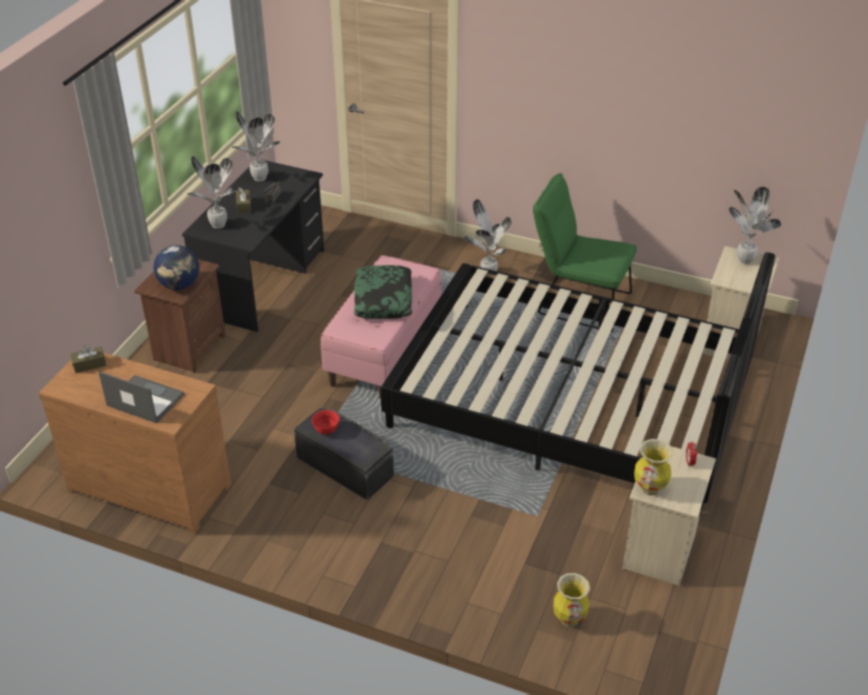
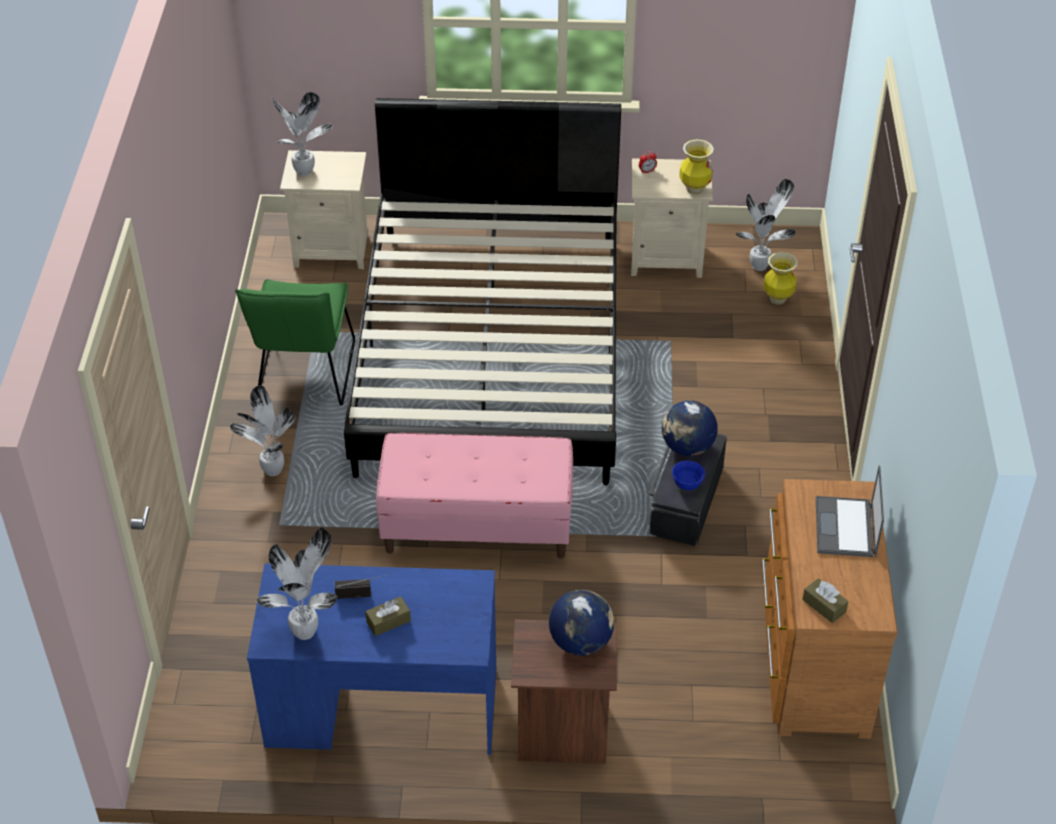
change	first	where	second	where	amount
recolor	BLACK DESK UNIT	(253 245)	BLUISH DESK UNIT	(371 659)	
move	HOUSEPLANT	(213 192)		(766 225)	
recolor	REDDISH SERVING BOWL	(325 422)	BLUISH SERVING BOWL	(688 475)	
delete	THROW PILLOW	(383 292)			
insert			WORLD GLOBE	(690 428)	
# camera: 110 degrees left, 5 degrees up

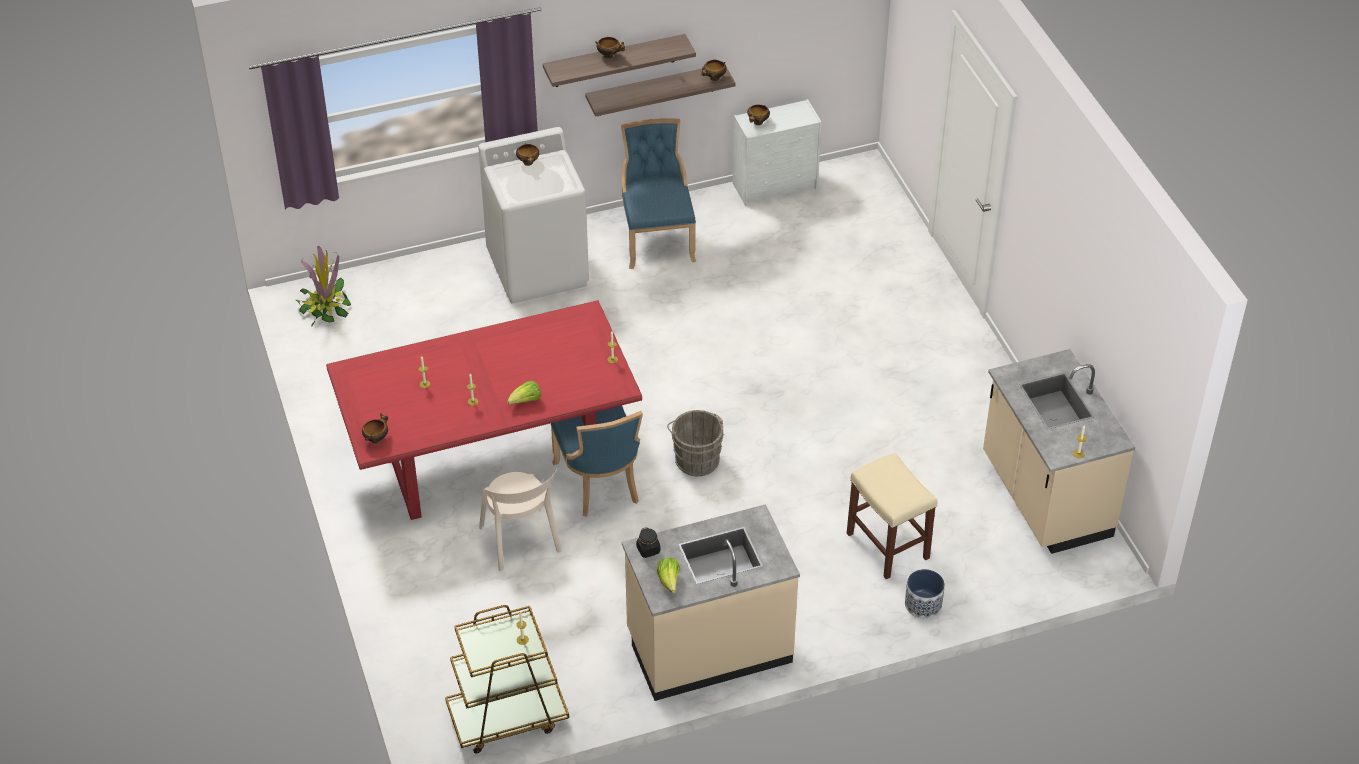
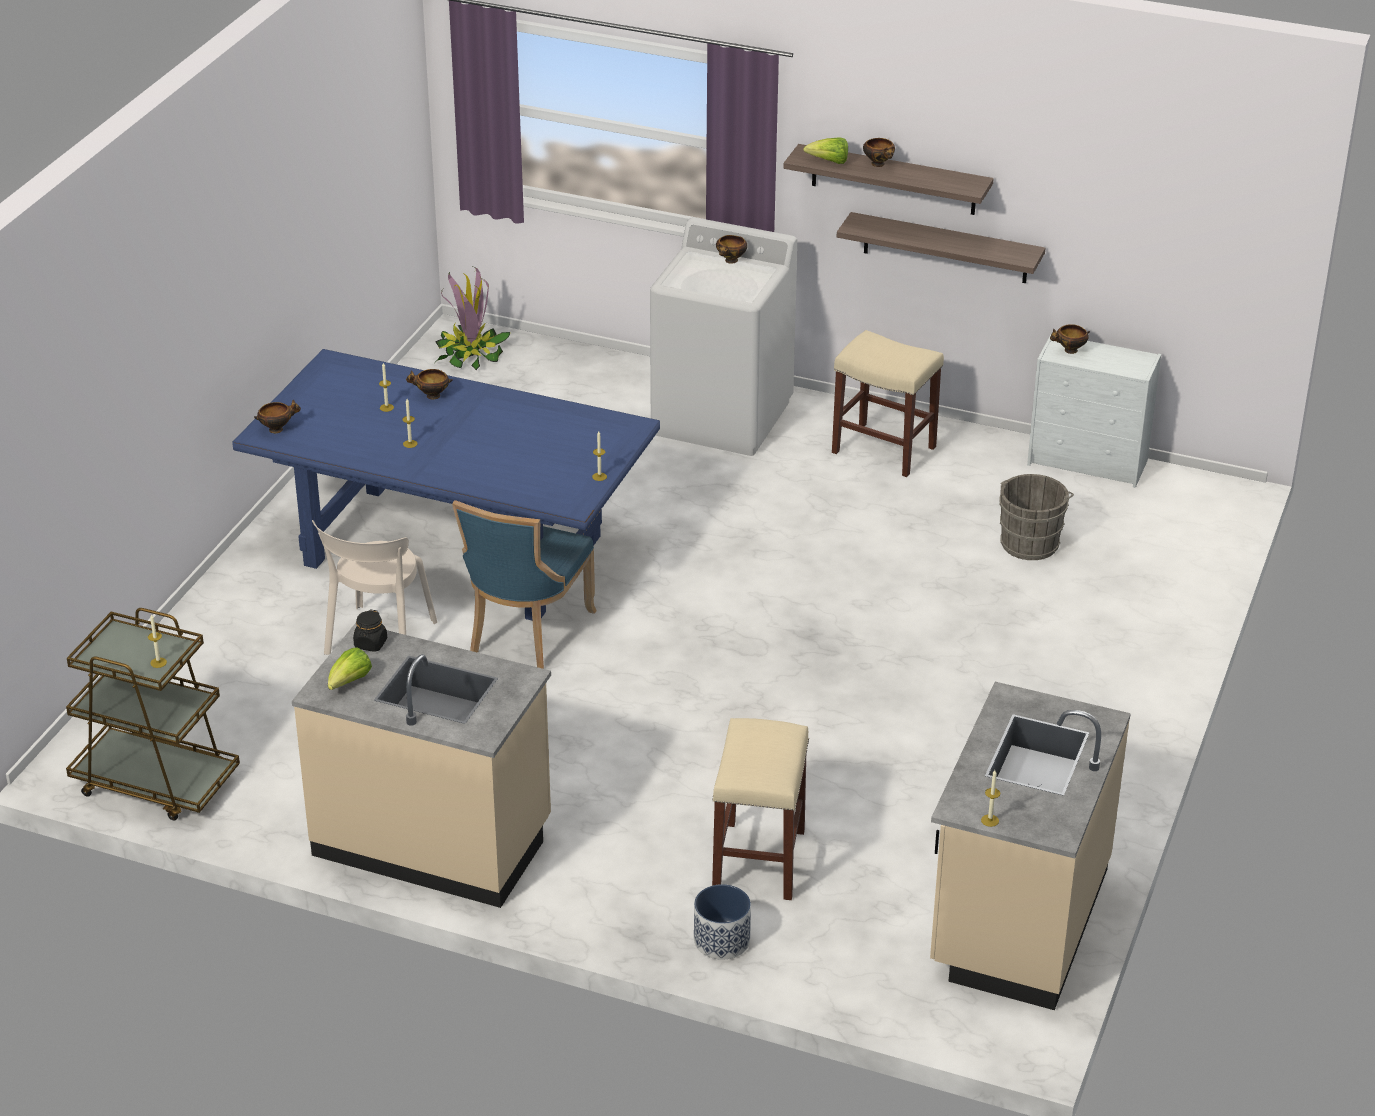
change	first	where	second	where	amount
recolor	REDDISH DINNER TABLE	(484 410)	BLUISH DINNER TABLE	(446 485)	
move	HEAD OF LETTUCE	(524 393)		(825 150)	
replace	BLUISH UPRIGHT CHAIR	(658 194)	BEIGE STOOL SEAT	(888 403)	
move	GREYISH WATER BUCKET	(695 443)		(1036 517)	
move	SERVING BOWL	(714 70)		(429 384)	
# camera: 40 degrees right, 10 degrees down

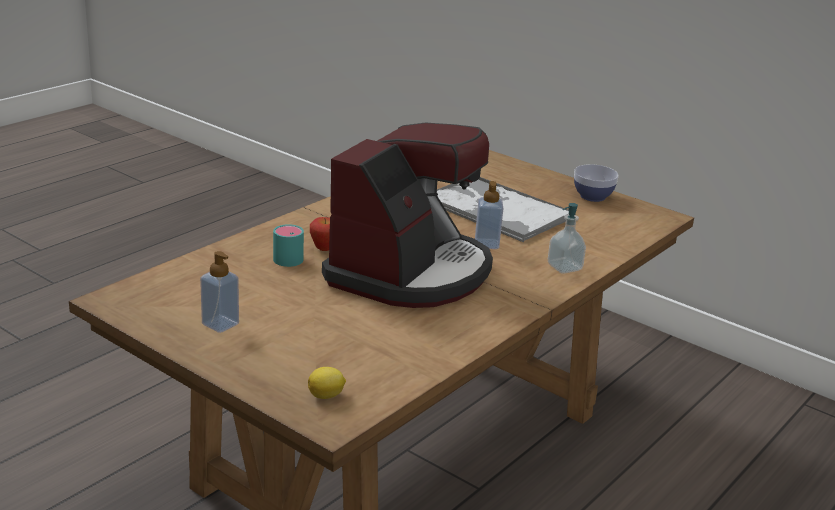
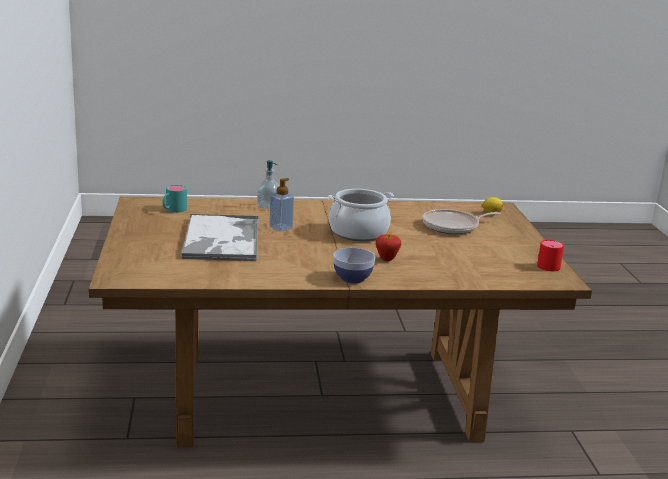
change	first	where	second	where	amount
delete	LIQUID SOAP BOTTLE	(219 292)			
move	TURQUOISE COFFEE MUG	(288 245)		(174 199)	
replace	COFFEE MACHINE	(407 215)	SAUCEPOT	(361 215)	
move	SERVING BOWL	(596 183)		(354 266)	
insert			FRYING PAN	(461 221)	
insert			REDDISH COFFEE MUG	(550 255)	
# camera: 135 degrees left, 5 degrees down

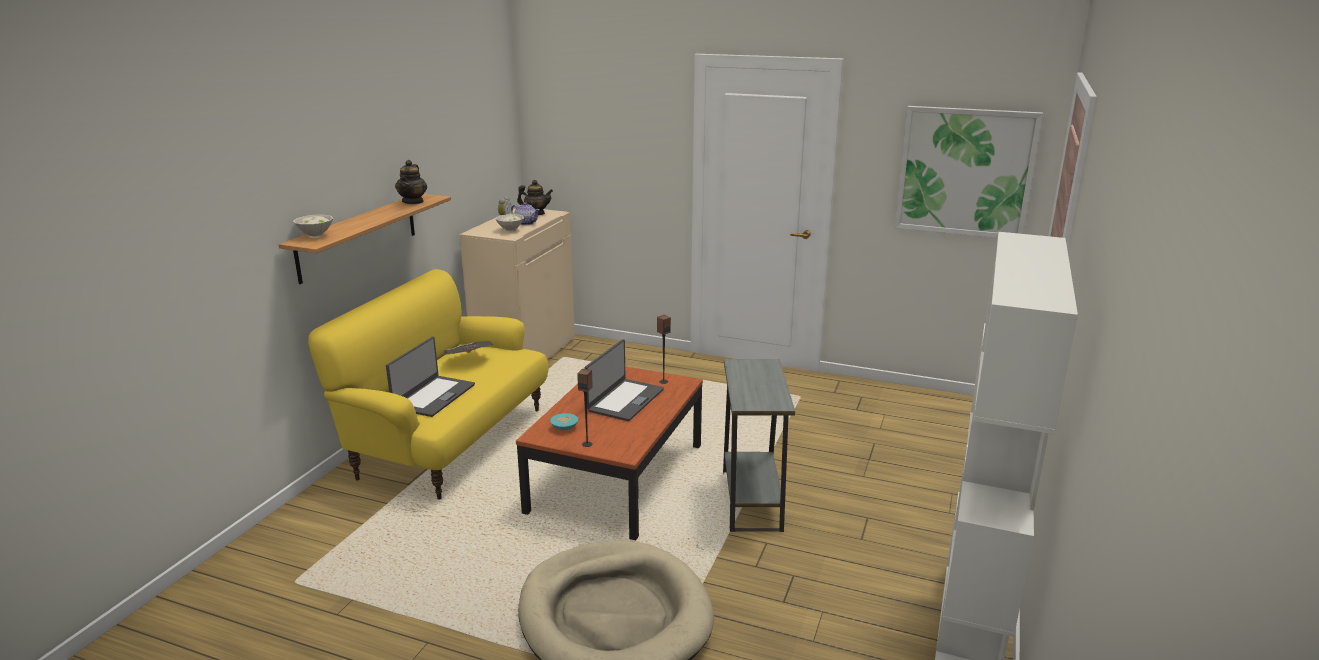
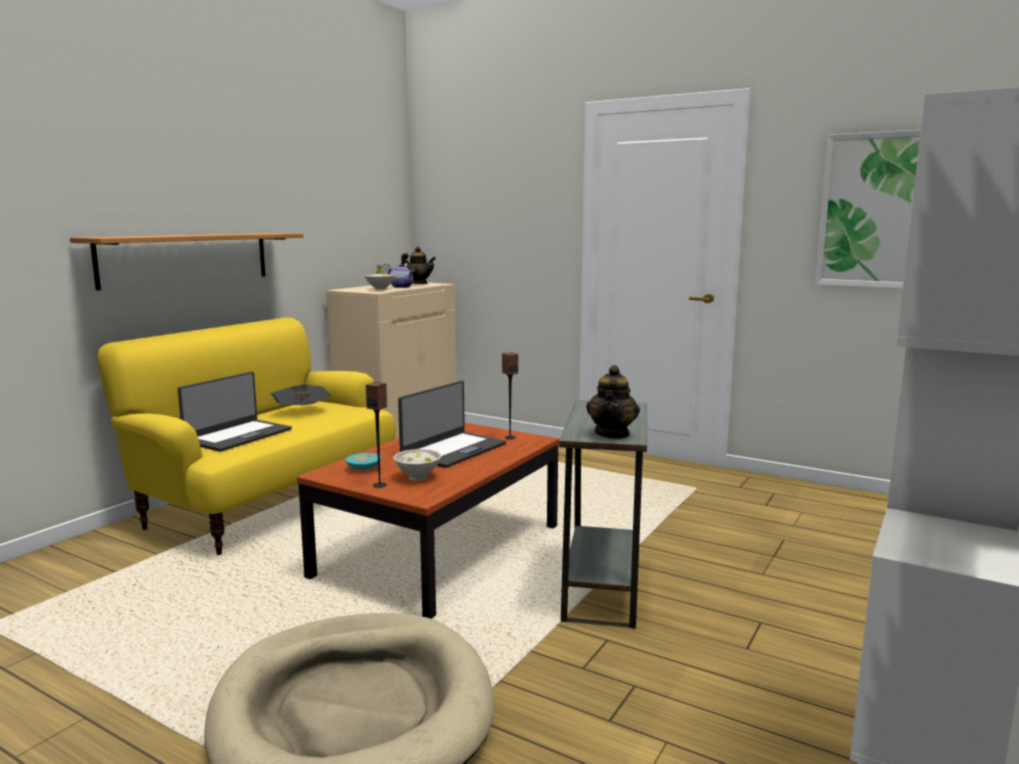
change	first	where	second	where	amount
move	WHITISH SERVING BOWL	(313 226)		(417 465)	
move	POT FOR TEA	(411 182)		(613 402)	
# camera: 10 degrees right, 10 degrees down

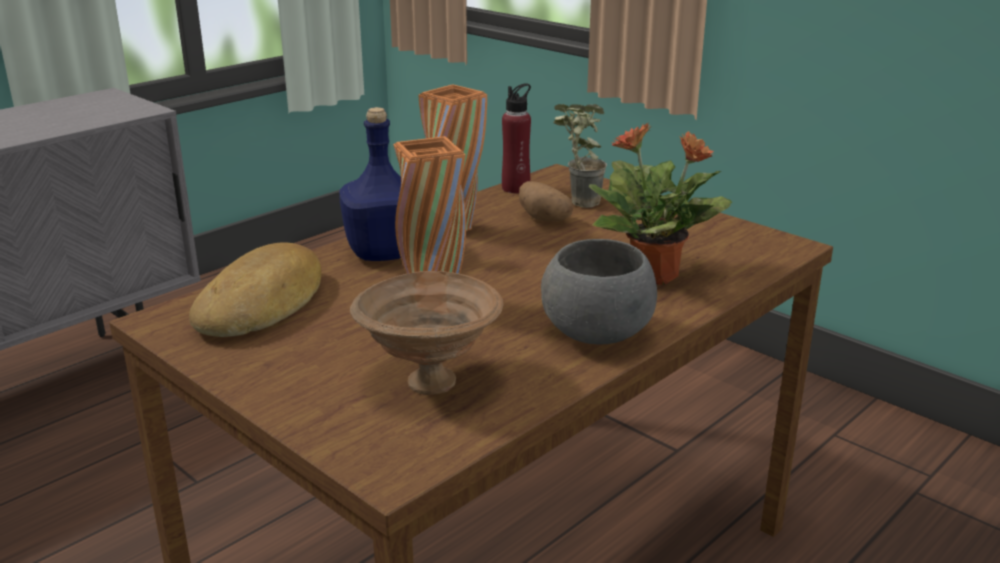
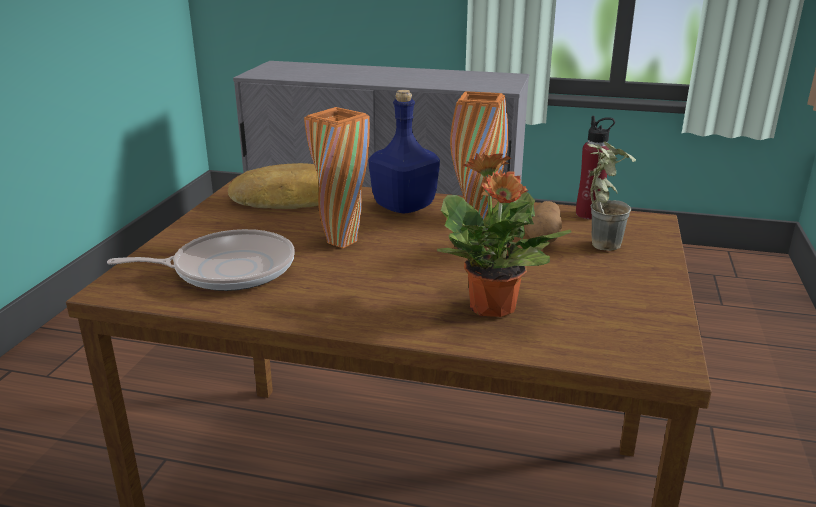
change	first	where	second	where	amount
replace	BROWN-COLOURED SERVING BOWL	(427 333)	FRYING PAN	(200 260)	
delete	GREYISH SERVING BOWL	(599 292)			
# camera: 60 degrees right, 0 degrees up

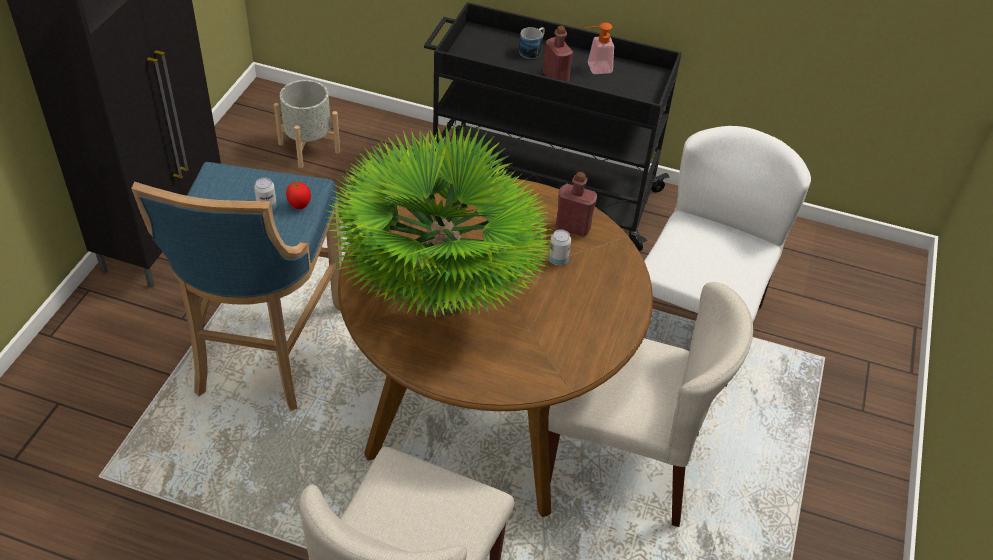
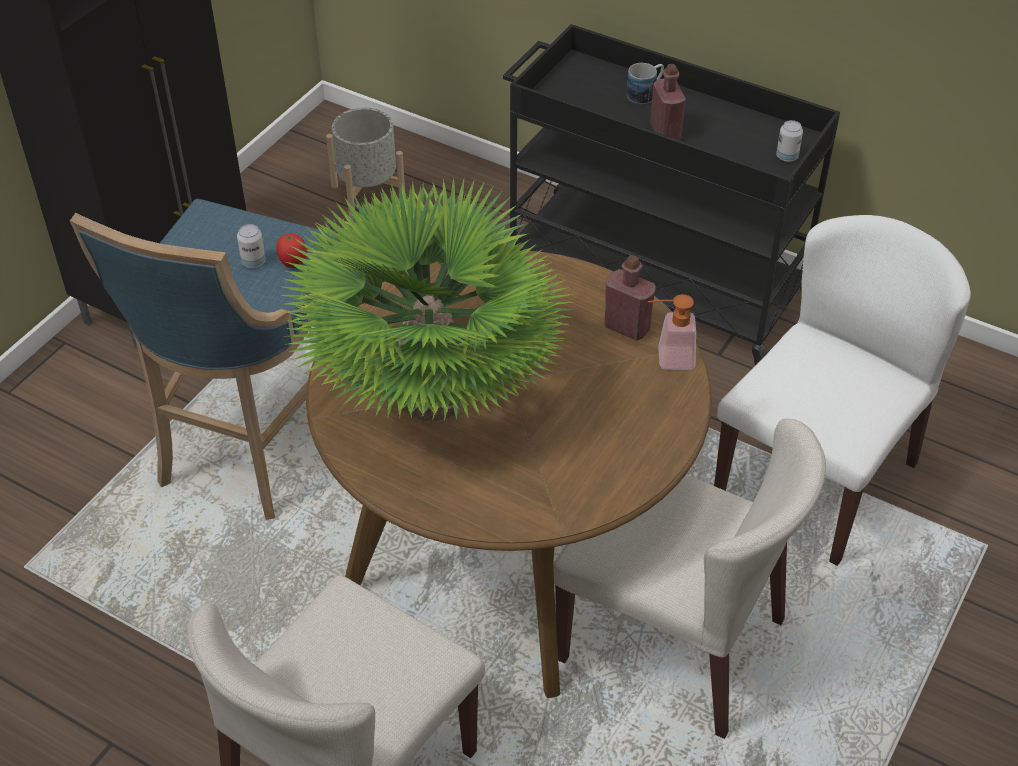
change	first	where	second	where	amount
move	METAL CAN	(559 247)		(789 141)	
move	LIQUID SOAP BOTTLE	(599 48)		(672 332)	
# camera: 15 degrees right, 0 degrees up

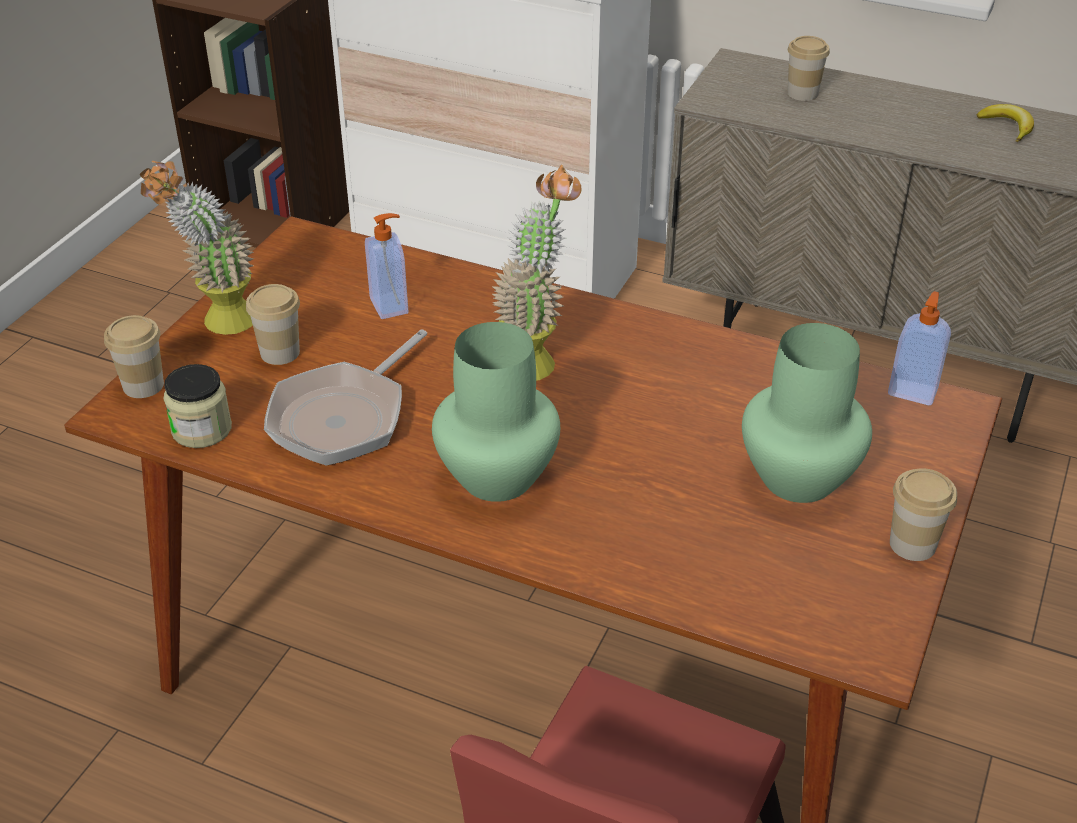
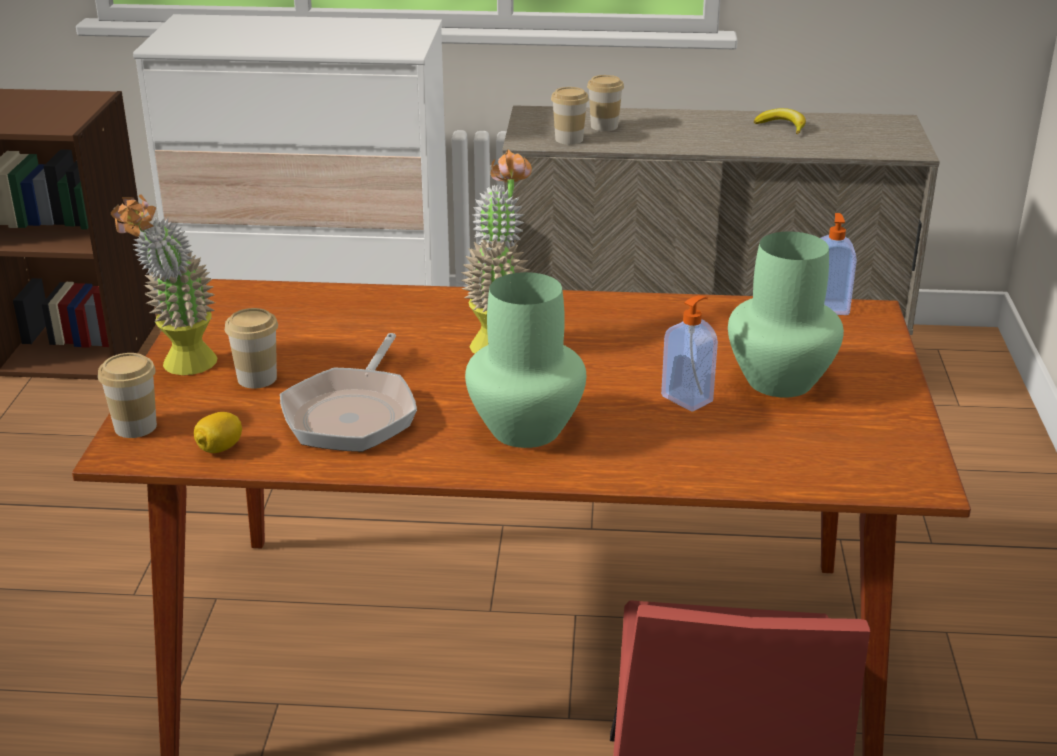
change	first	where	second	where	amount
replace	JAR	(197 406)	CITRUS FRUIT	(218 432)	
move	LIQUID SOAP BOTTLE	(387 266)		(689 353)	
move	CUP	(923 514)		(570 116)	
# camera: 20 degrees left, 10 degrees down

